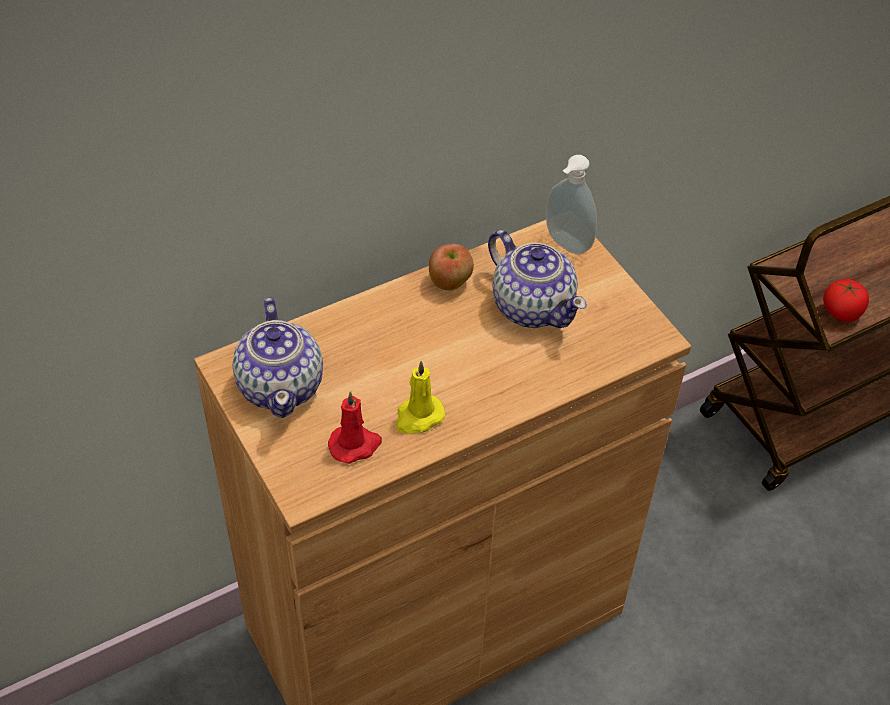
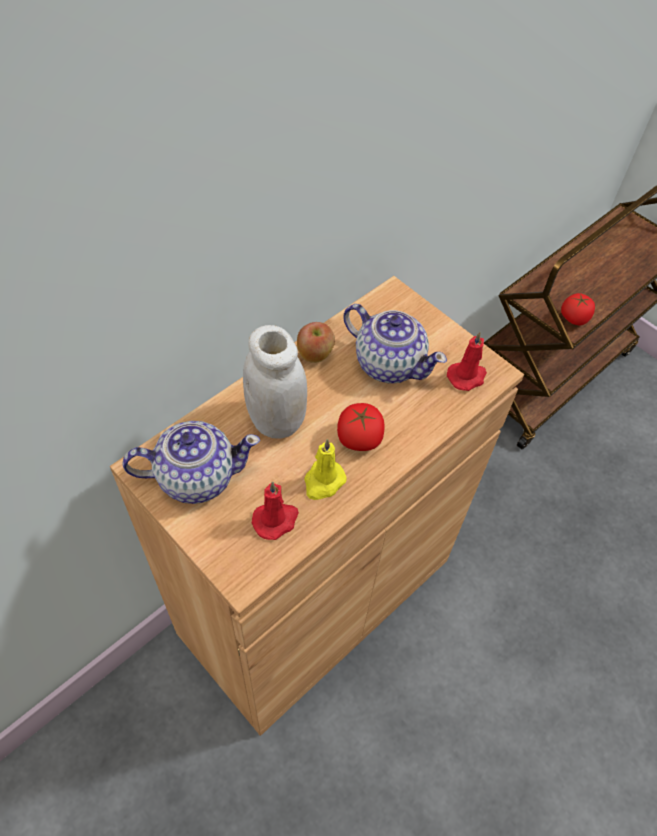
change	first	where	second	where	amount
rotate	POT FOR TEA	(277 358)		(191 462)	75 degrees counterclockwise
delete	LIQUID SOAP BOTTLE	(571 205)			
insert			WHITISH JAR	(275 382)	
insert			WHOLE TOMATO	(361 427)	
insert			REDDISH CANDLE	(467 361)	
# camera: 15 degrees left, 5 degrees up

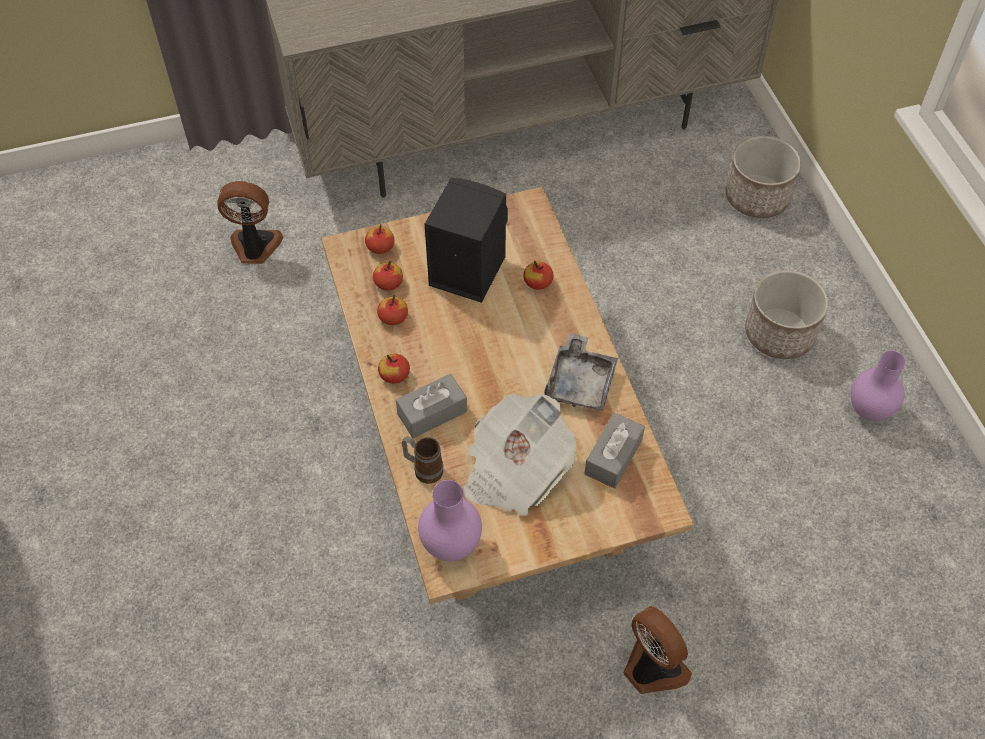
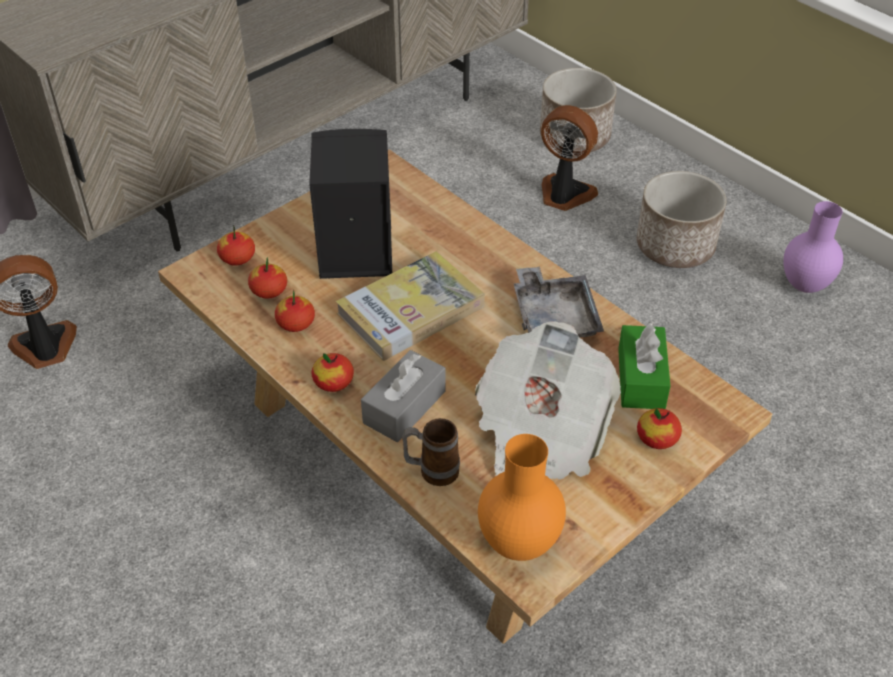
change	first	where	second	where	amount
recolor	PURPLE FLOWER VASE	(450 520)	ORANGEY FLOWER VASE	(522 497)	
move	APPLE	(538 275)		(659 428)	
recolor	GREYISH TISSUE BOX	(614 451)	GREEN-COLOURED TISSUE BOX	(644 366)	
move	COOLING FAN	(657 650)		(569 158)	
insert			BOOK	(410 306)	
# camera: 25 degrees left, 10 degrees down

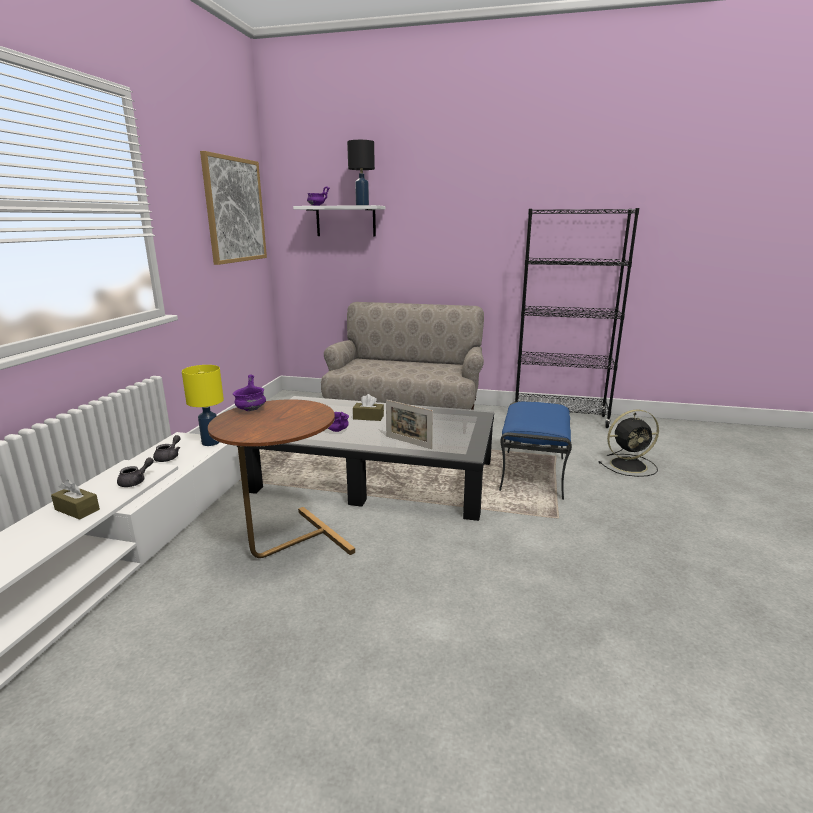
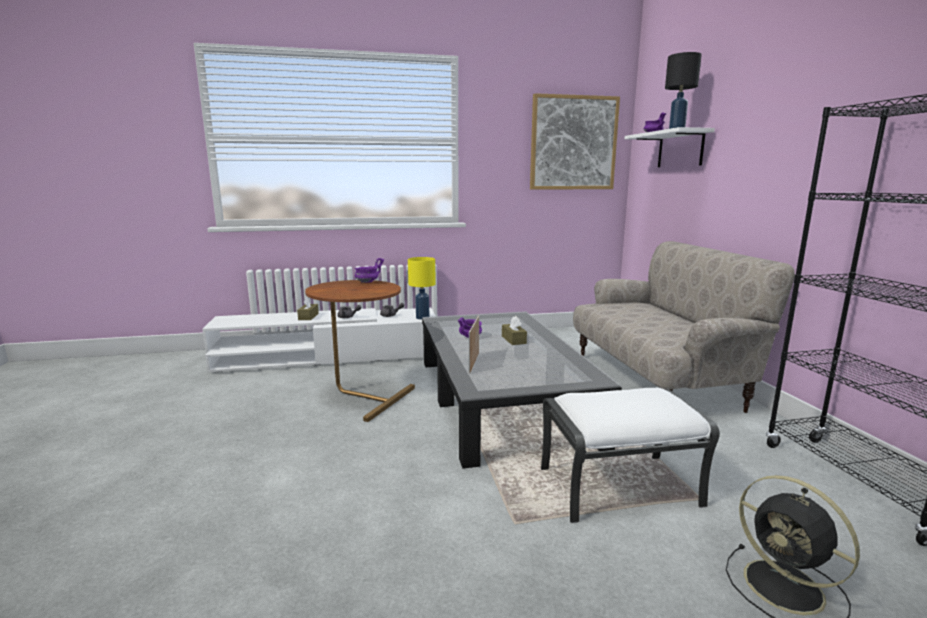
change	first	where	second	where	amount
recolor	BLUISH POUFFE	(535 451)	WHITISH POUFFE	(630 455)	
# camera: 65 degrees right, 5 degrees down

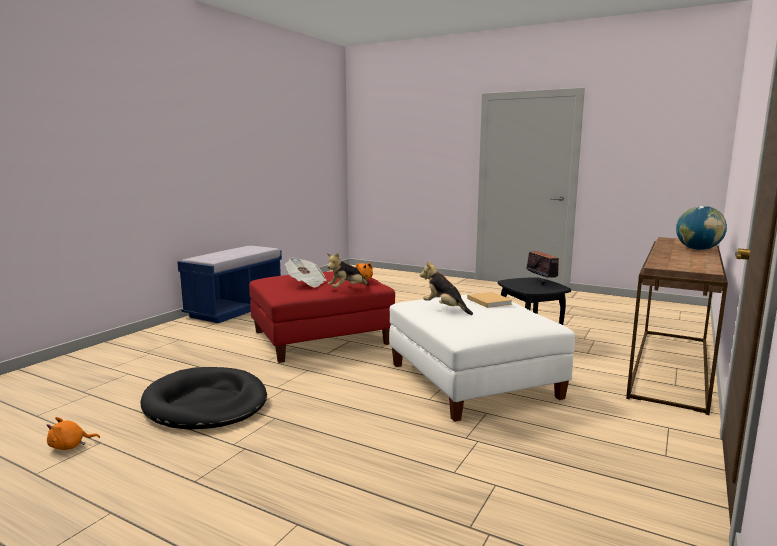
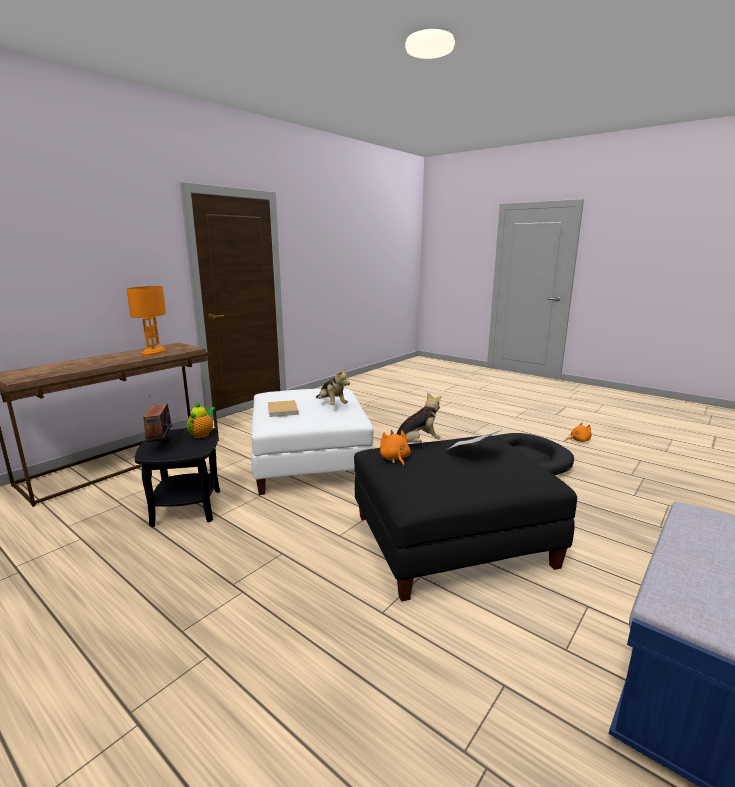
change	first	where	second	where	amount
recolor	REDDISH POUFFE	(322 317)	BLACK POUFFE	(465 519)	
delete	WORLD GLOBE	(701 228)			
insert			ORANGEY TABLETOP LAMP	(146 321)	
insert			POT FOR TEA	(200 420)	
# camera: 170 degrees left, 5 degrees up

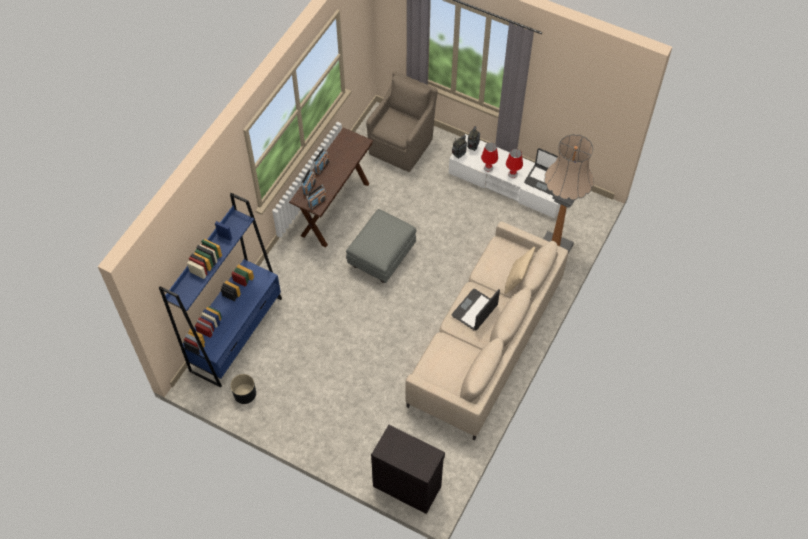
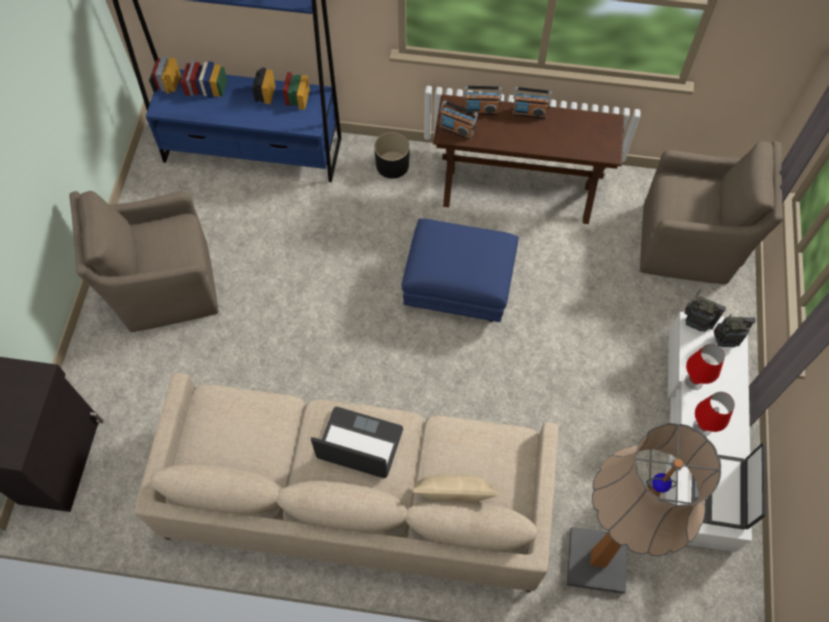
change	first	where	second	where	amount
move	BLACK FLOWER POT	(243 389)		(392 155)	
recolor	GREYISH POUFFE	(381 246)	BLUISH POUFFE	(460 270)	
insert			BROWN-COLOURED ARMCHAIR	(144 261)	
# camera: 70 degrees right, 5 degrees up

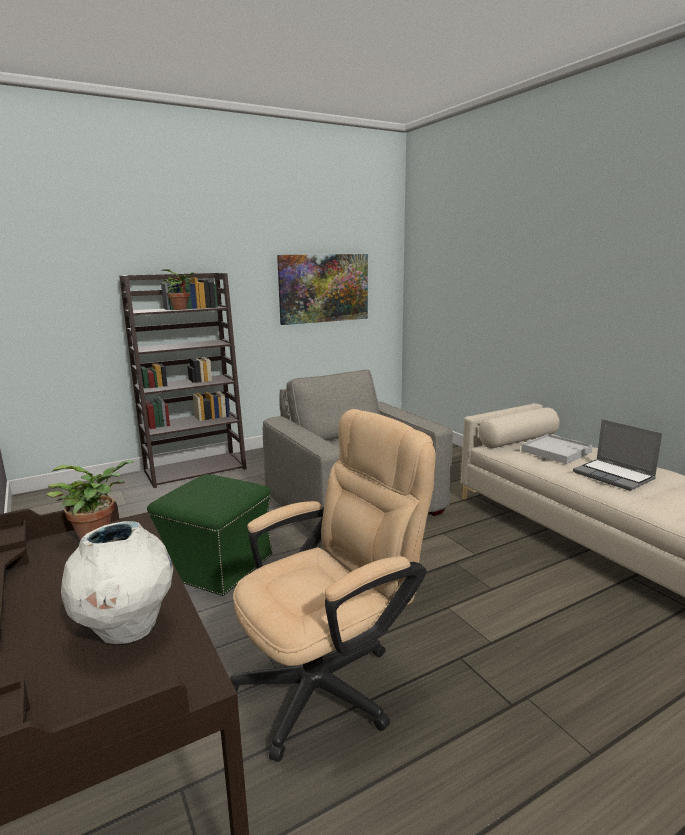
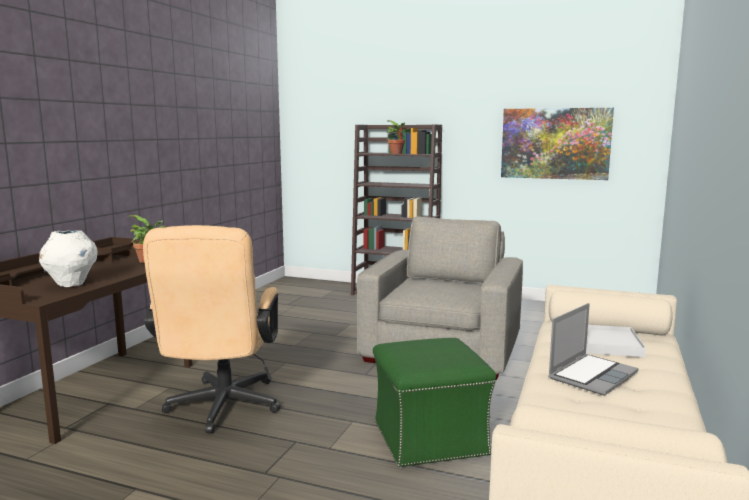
change	first	where	second	where	amount
move	GREEN-COLOURED POUFFE	(210 535)		(434 403)	
rotate	BEIGE OFFICE CHAIR	(333 585)		(212 329)	75 degrees clockwise
rotate	LAPTOP	(617 455)		(593 349)	150 degrees counterclockwise
# camera: 50 degrees right, 5 degrees down

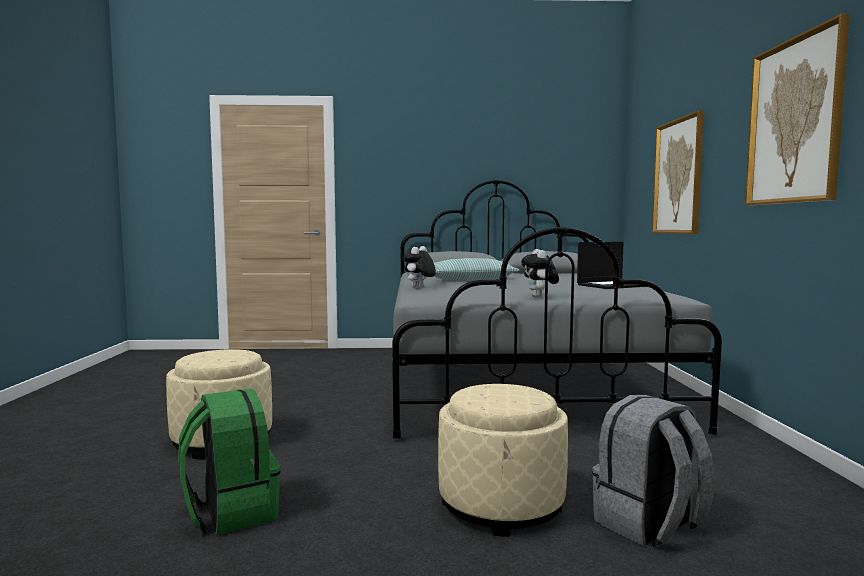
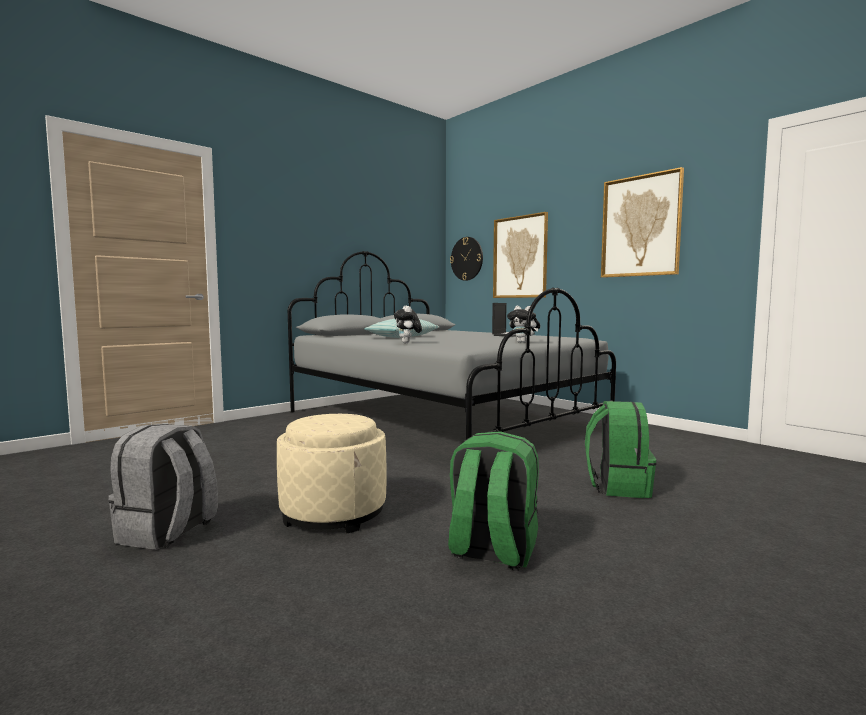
change	first	where	second	where	amount
replace	BEIGE POUFFE	(503 460)	GREEN-COLOURED BACKPACK	(620 449)	
move	GREYISH BACKPACK	(653 471)		(163 487)	
insert			CLOCK ON THE WALL	(466 259)	
# camera: 40 degrees left, 0 degrees up

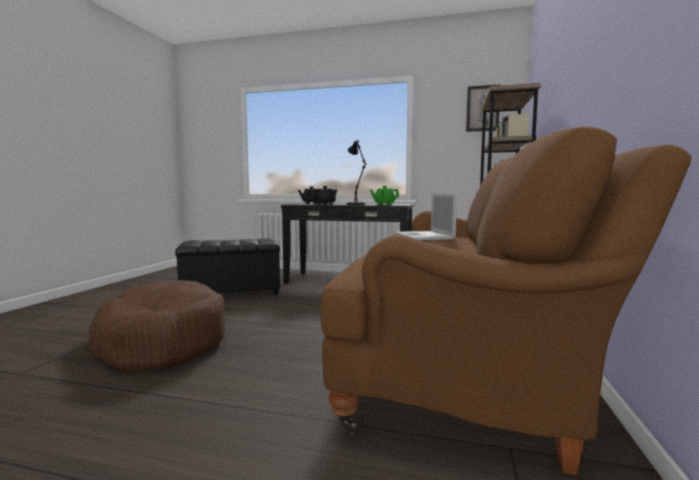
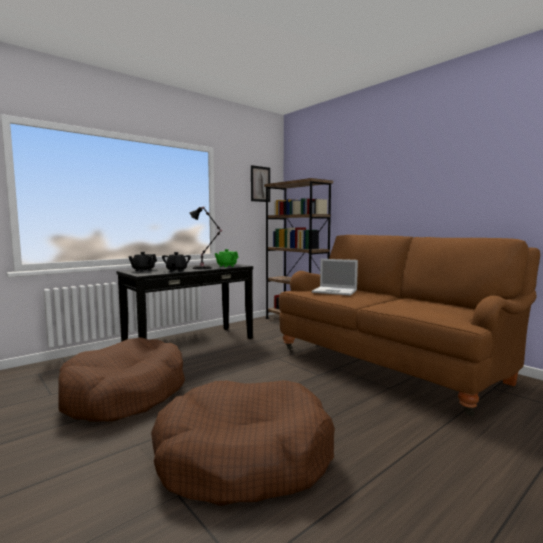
change	first	where	second	where	amount
replace	BLACK POUFFE	(227 266)	BROWN-COLOURED PET BED	(121 379)	
# camera: 55 degrees left, 0 degrees up

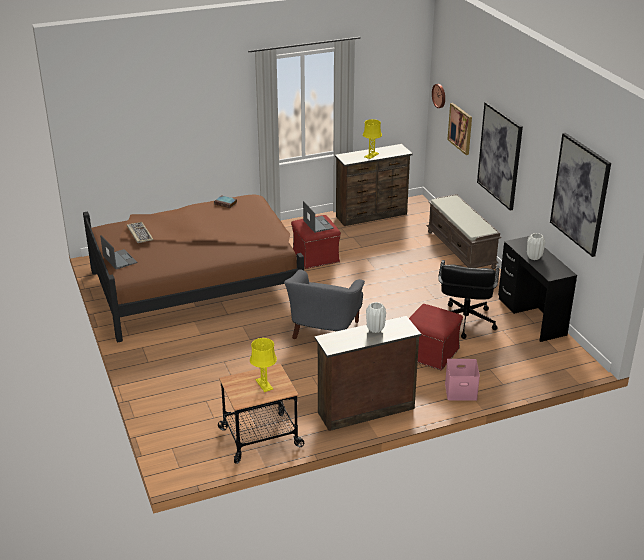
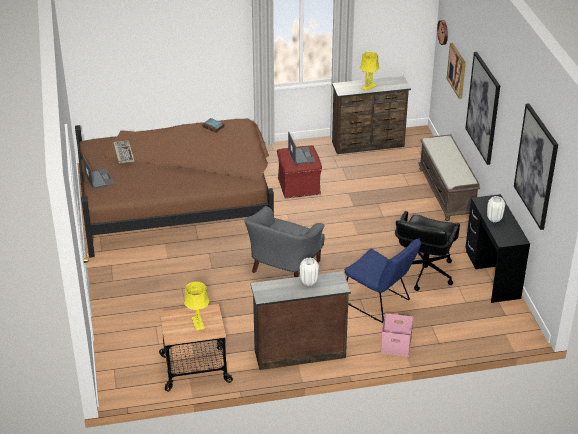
change	first	where	second	where	amount
replace	REDDISH POUFFE	(436 337)	BLUISH UPRIGHT CHAIR	(382 280)	
# camera: 10 degrees right, 5 degrees up

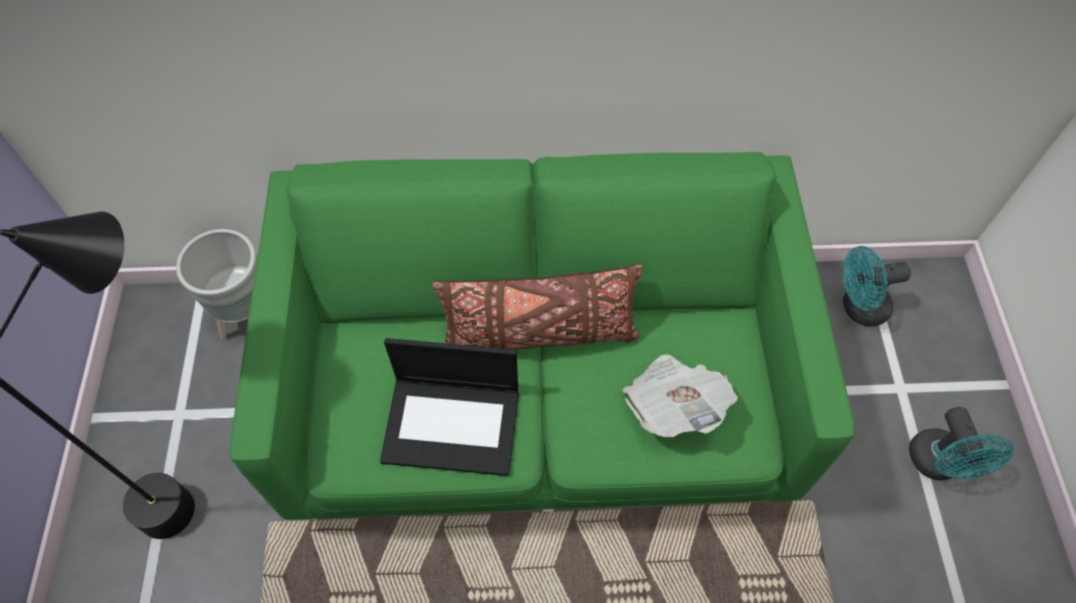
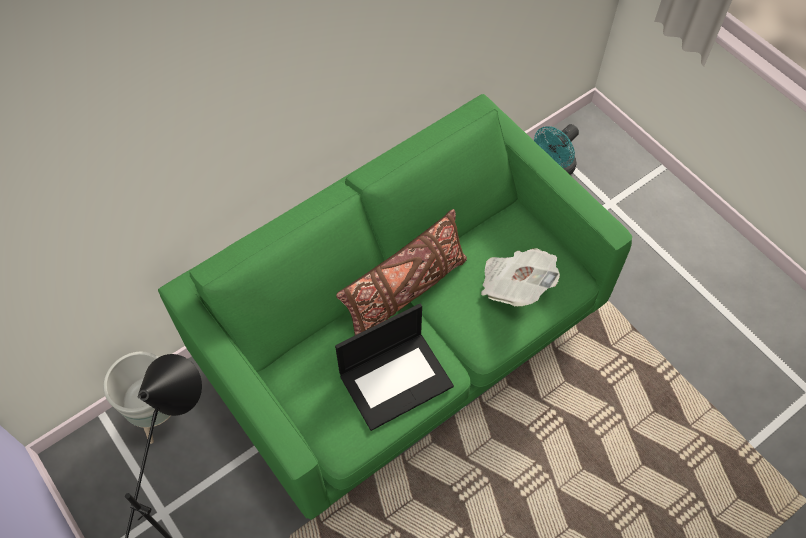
change	first	where	second	where	amount
delete	TURQUOISE COOLING FAN	(961 443)			
# camera: 35 degrees left, 0 degrees up

